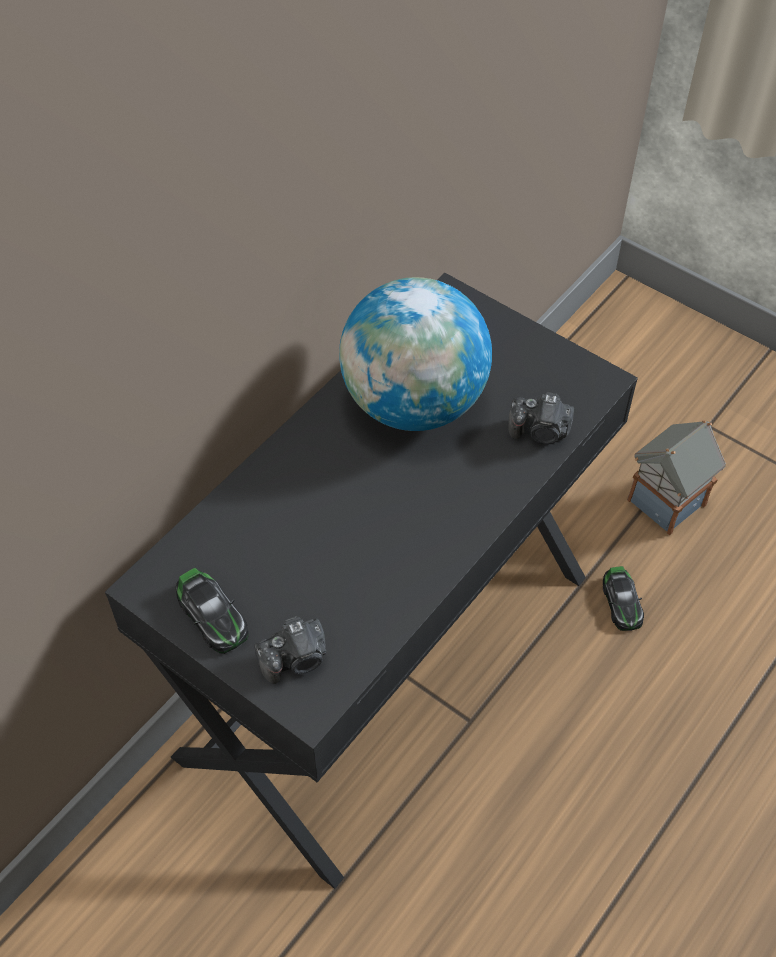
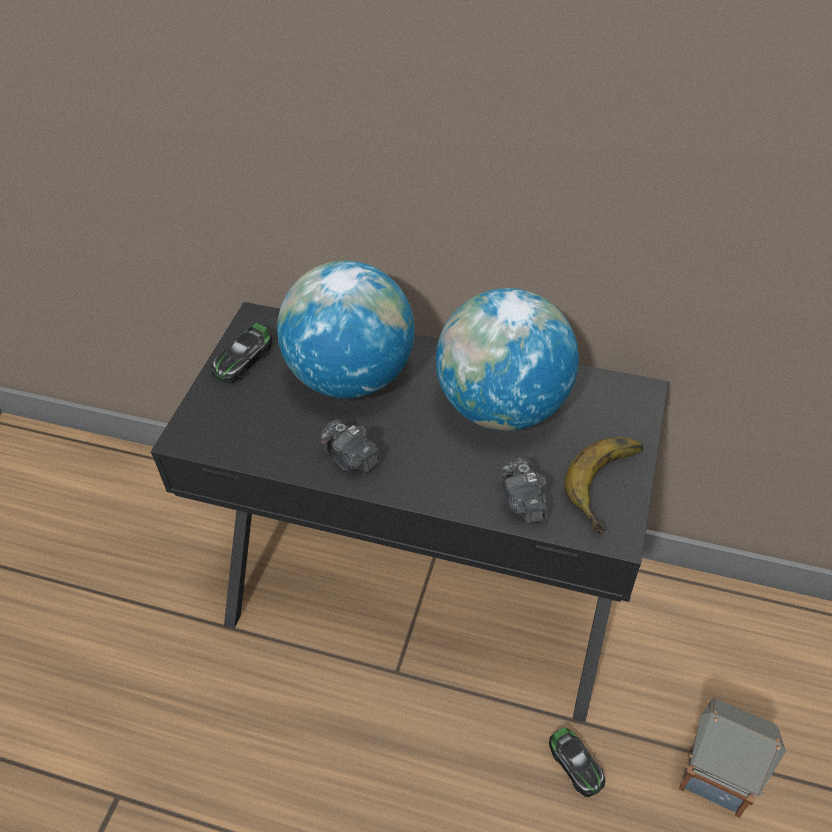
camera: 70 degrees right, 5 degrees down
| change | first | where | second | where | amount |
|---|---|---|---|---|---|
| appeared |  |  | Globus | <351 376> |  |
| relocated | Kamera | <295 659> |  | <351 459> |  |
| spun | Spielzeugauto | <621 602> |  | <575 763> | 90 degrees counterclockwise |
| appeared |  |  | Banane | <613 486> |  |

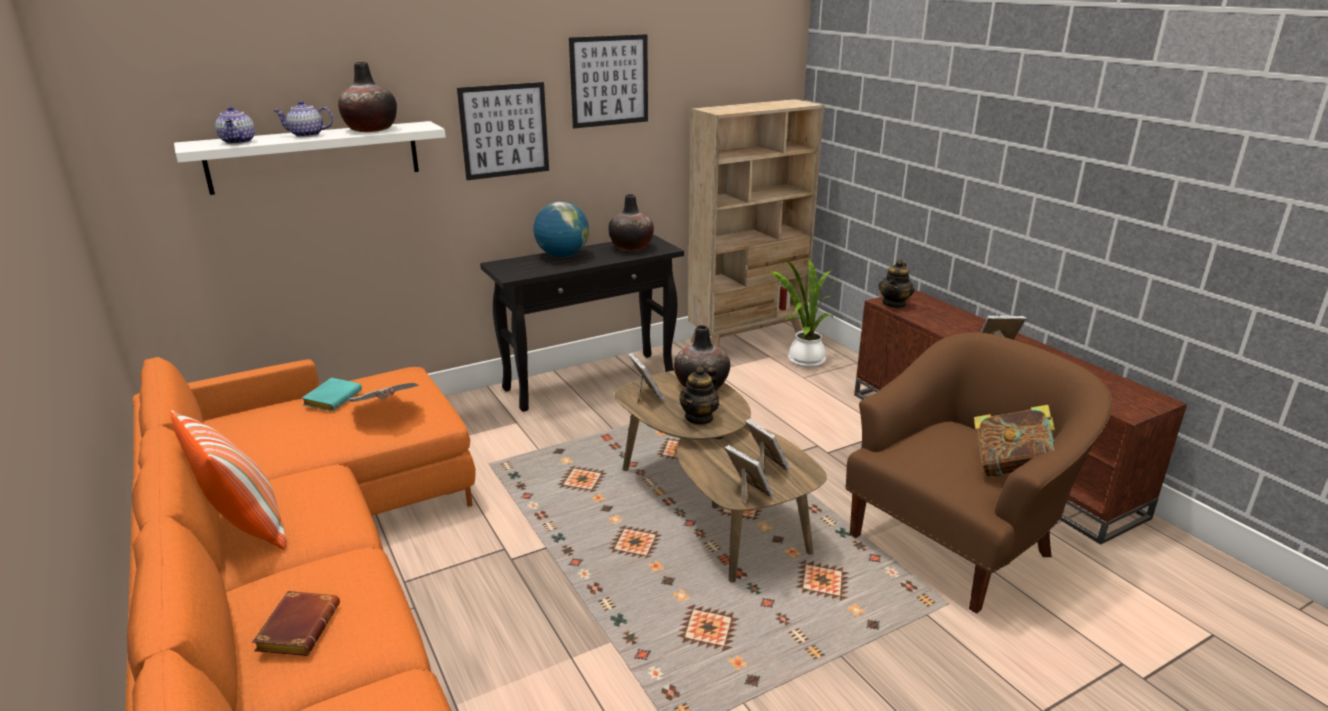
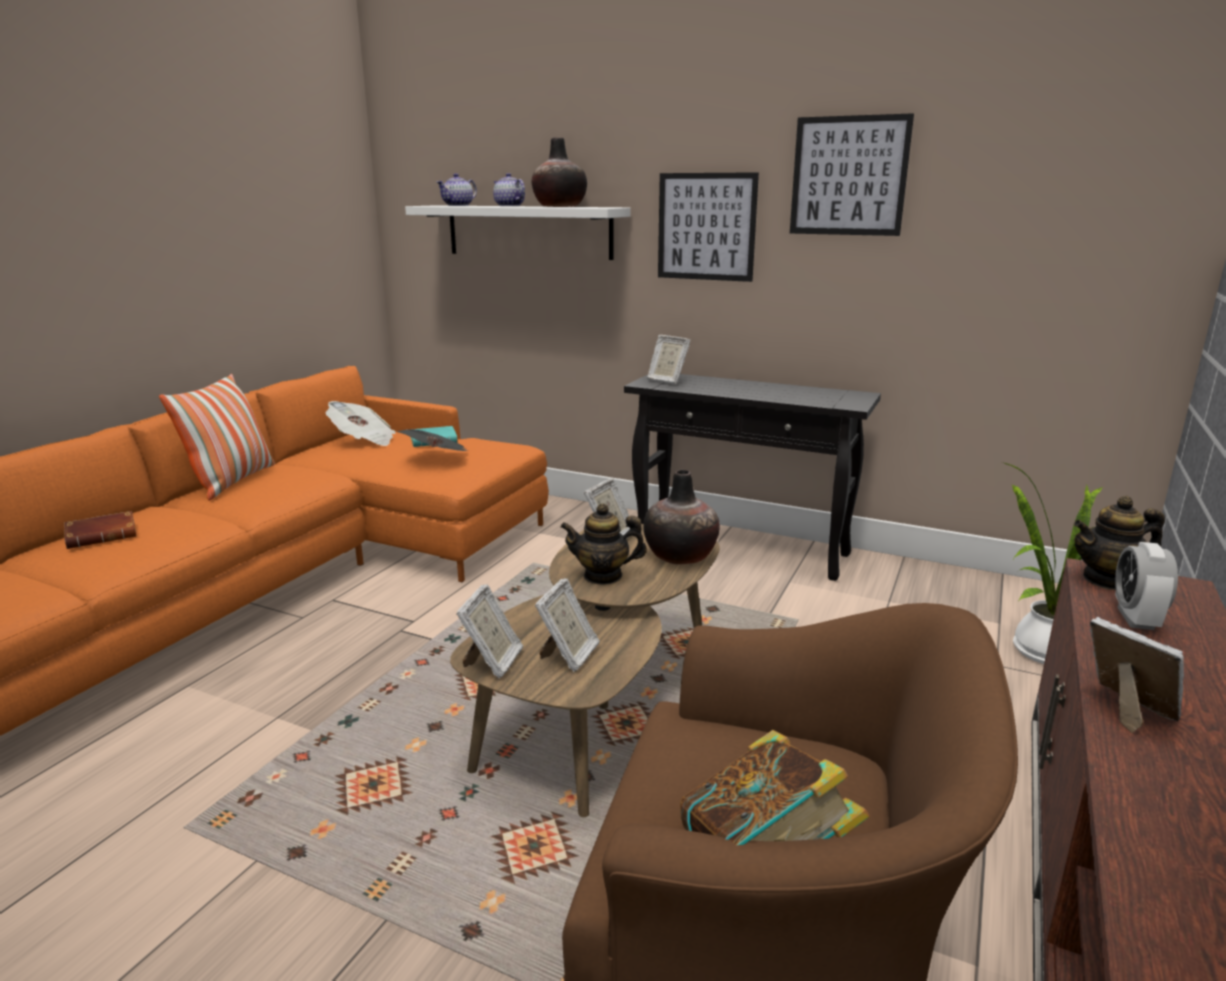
camera: 55 degrees right, 5 degrees down
| change | first | where | second | where | amount |
|---|---|---|---|---|---|
| appeared |  |  | Zeitung | <363 440> |  |
| appeared |  |  | Bilderrahmen | <666 381> |  |
| appeared |  |  | Wecker | <1135 618> |  |
| missing | Globus | <562 256> |  |  |  |
| missing | Vase | <631 247> |  |  |  |
| missing | Bücherregal (beige) | <748 338> |  |  |  |

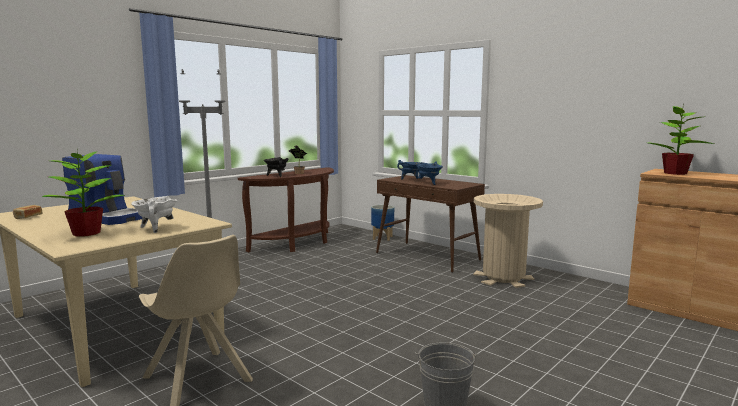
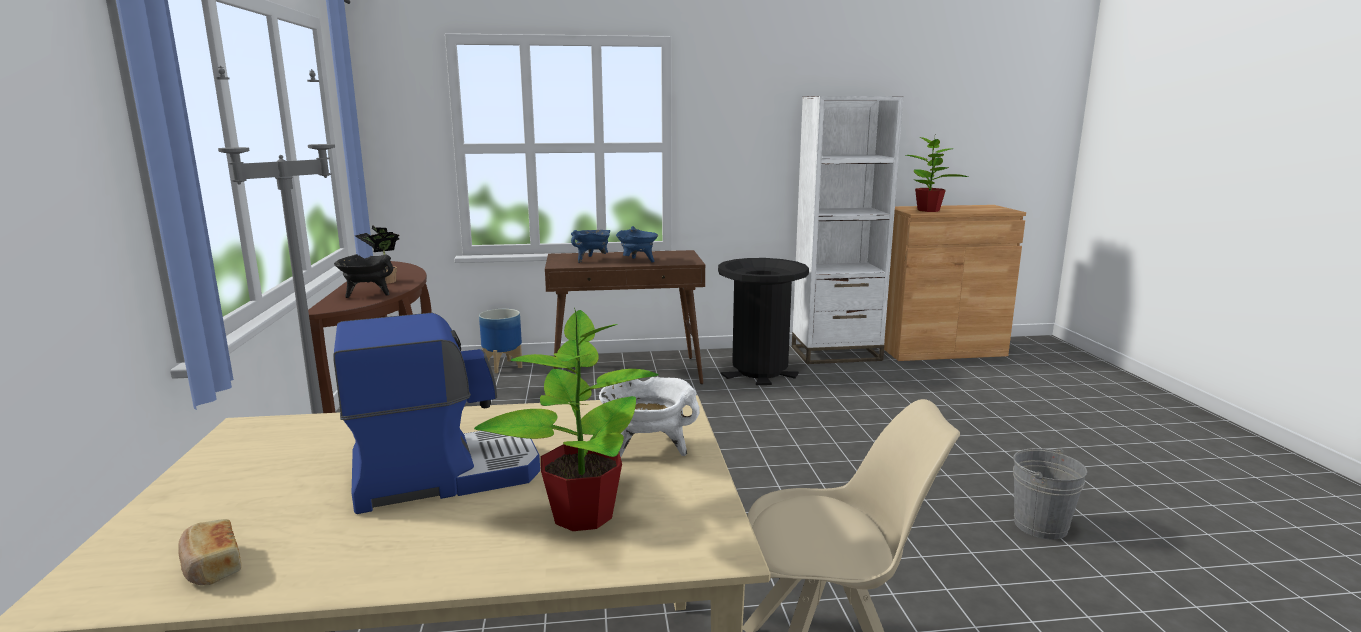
camera: 50 degrees left, 5 degrees up
| change | first | where | second | where | amount |
|---|---|---|---|---|---|
| colour | Mülleimer (beige) | <503 277> | Mülleimer (schwarz) | <759 371> |  |
| appeared |  |  | Bücherregal (weiß) | <836 353> |  |

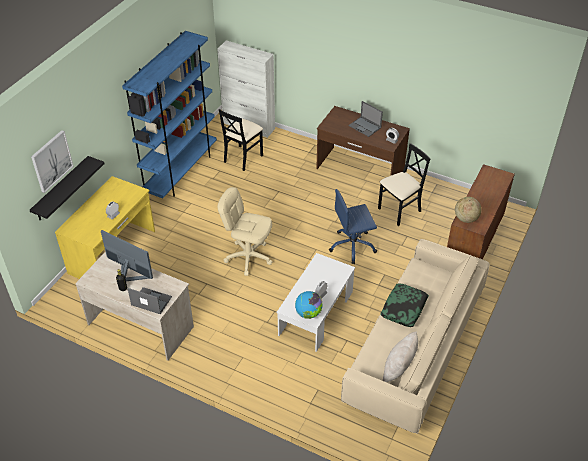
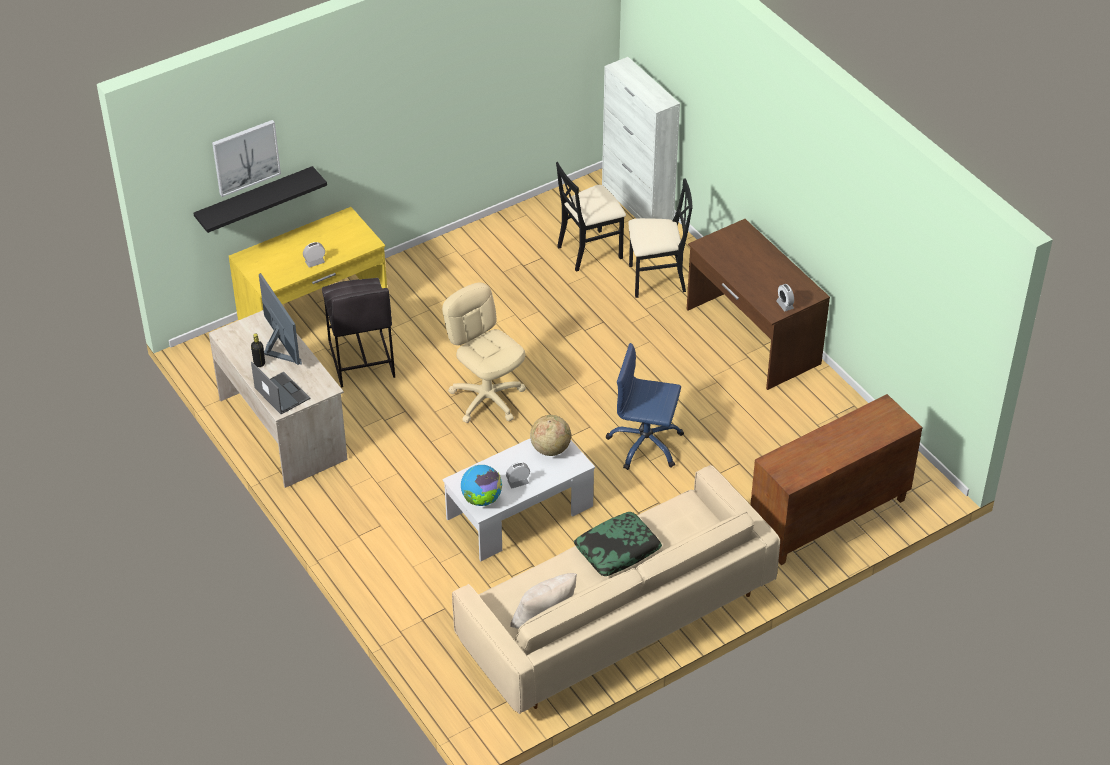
camera: 30 degrees right, 0 degrees up
| change | first | where | second | where | amount |
|---|---|---|---|---|---|
| appeared |  |  | Hocker (grau) | <360 360> |  |
| relocated | Globus | <466 218> |  | <550 449> |  |
| relocated | Stuhl (schwarz) | <399 211> |  | <656 279> |  |
| missing | Bücherregal (blau) | <181 172> |  |  |  |
| missing | Laptop | <365 127> |  |  |  |

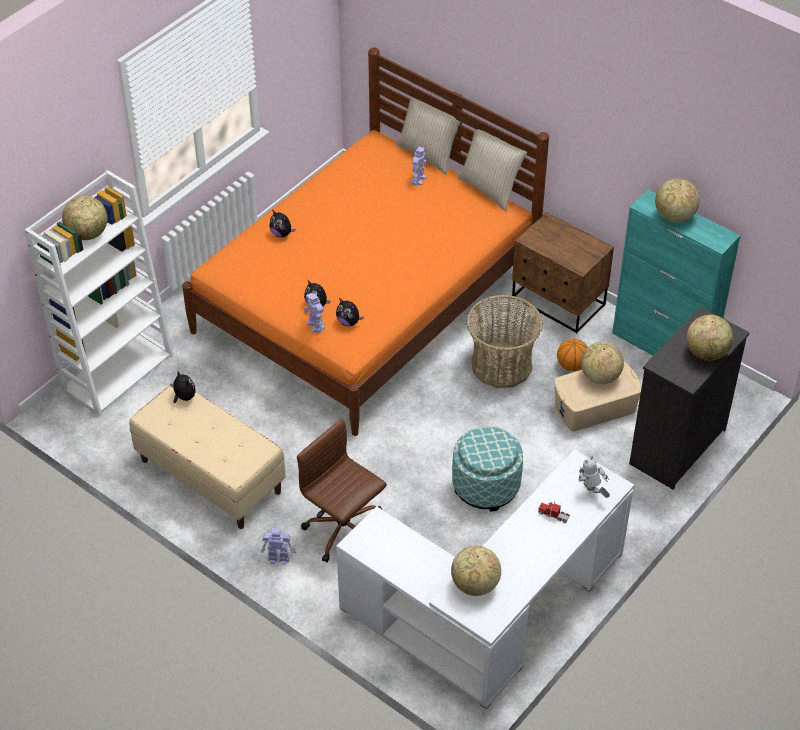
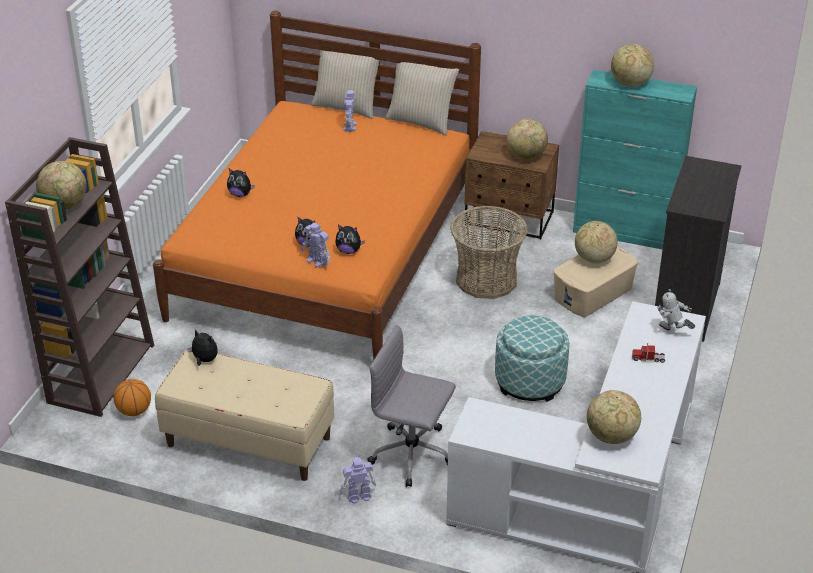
camera: 20 degrees left, 10 degrees down
| change | first | where | second | where | amount |
|---|---|---|---|---|---|
| colour | Bücherregal (weiß) | <117 371> | Bücherregal (braun) | <101 372> |  |
| relocated | Basketball | <572 366> |  | <134 411> |  |
| colour | Bürostuhl (braun) | <344 530> | Bürostuhl (grau) | <413 454> |  |
| relocated | Globus | <706 353> |  | <526 156> |  |

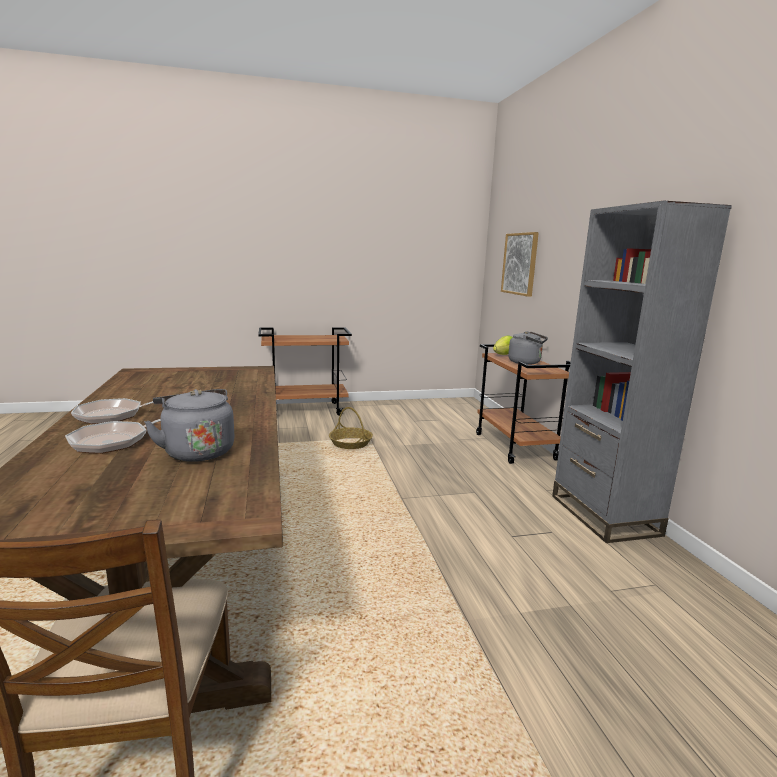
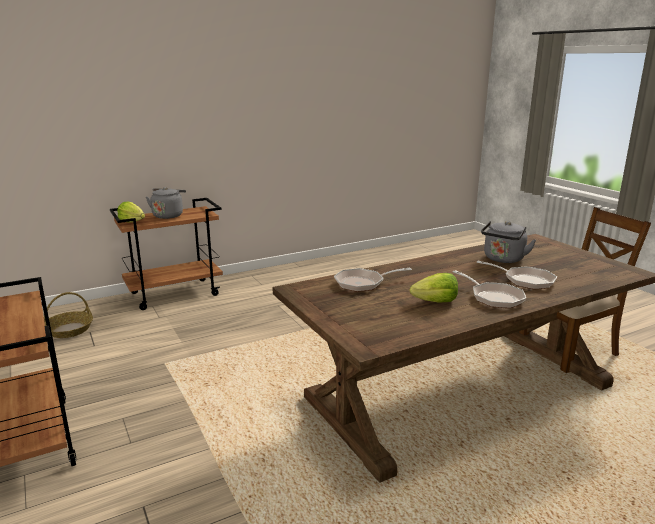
camera: 105 degrees left, 5 degrees up
| change | first | where | second | where | amount |
|---|---|---|---|---|---|
| relocated | Korb | <351 443> |  | <69 330> |  |
| appeared |  |  | Pfanne | <363 283> |  |
| appeared |  |  | Salatkopf | <435 302> |  |
| missing | Bild | <520 264> |  |  |  |
| missing | Bücherregal (grau) | <604 515> |  |  |  |

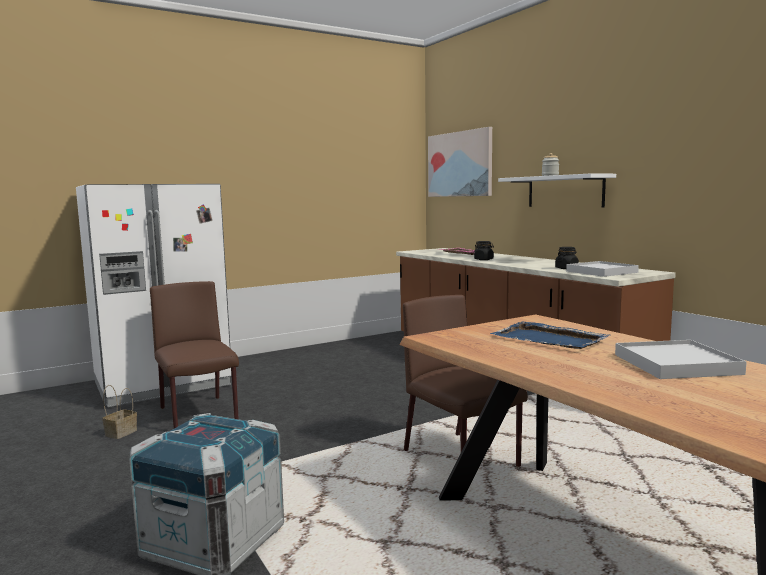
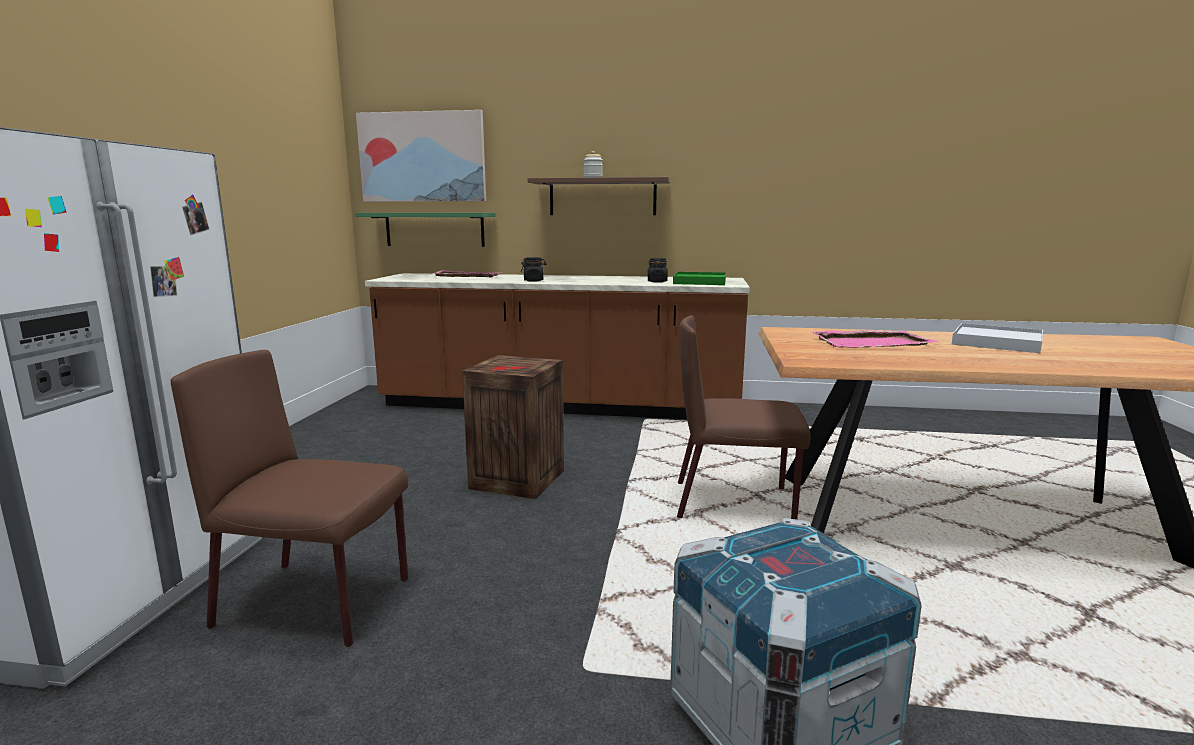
camera: 50 degrees left, 5 degrees up
| change | first | where | second | where | amount |
|---|---|---|---|---|---|
| appeared |  |  | Wandregal (grün) | <434 229> |  |
| appeared |  |  | Kiste | <518 480> |  |
| colour | Wandregal (weiß) | <565 191> | Wandregal (braun) | <602 197> |  |
| colour | Tablett (weiß) | <601 272> | Tablett (grün) | <699 282> |  |
| colour | Tablett (blau) | <550 339> | Tablett (rosa) | <872 343> |  |
| missing | Korb | <121 432> |  |  |  |

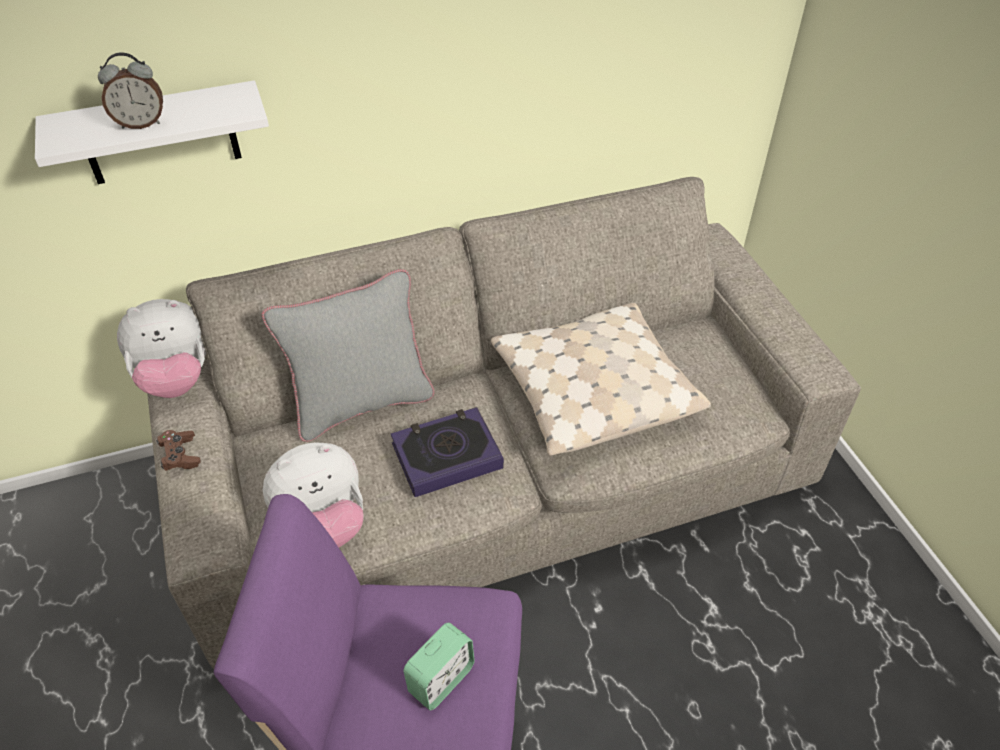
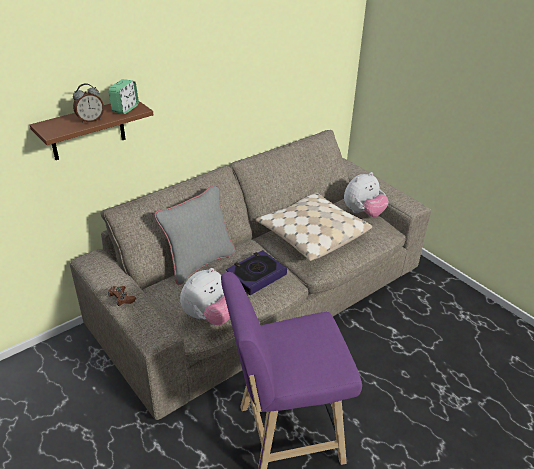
camera: 20 degrees left, 10 degrees down
| change | first | where | second | where | amount |
|---|---|---|---|---|---|
| colour | Wandregal (weiß) | <159 134> | Wandregal (braun) | <87 130> |  |
| relocated | Wecker | <441 679> |  | <125 109> |  |
| relocated | Plüschtier | <177 379> |  | <363 213> |  |

